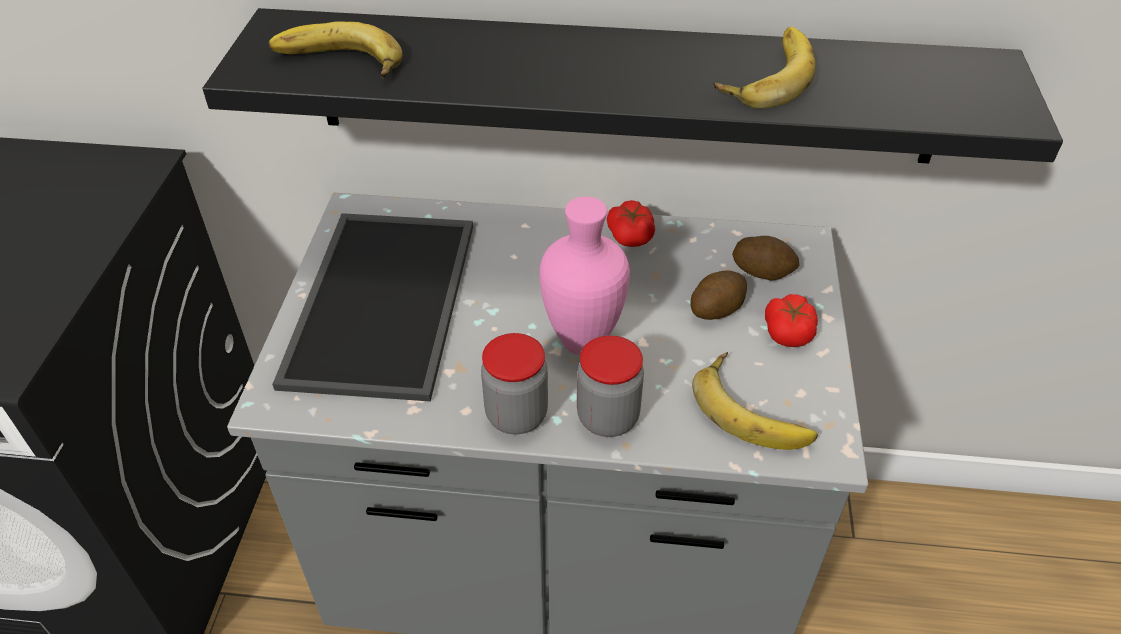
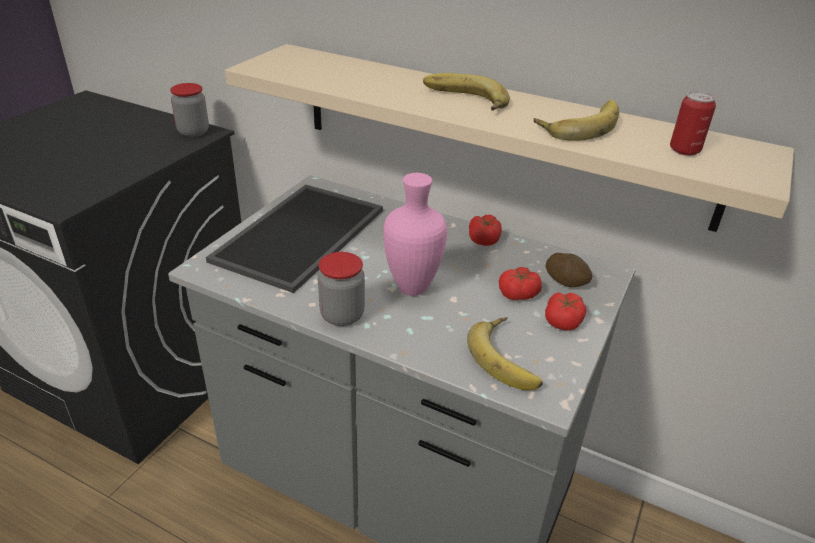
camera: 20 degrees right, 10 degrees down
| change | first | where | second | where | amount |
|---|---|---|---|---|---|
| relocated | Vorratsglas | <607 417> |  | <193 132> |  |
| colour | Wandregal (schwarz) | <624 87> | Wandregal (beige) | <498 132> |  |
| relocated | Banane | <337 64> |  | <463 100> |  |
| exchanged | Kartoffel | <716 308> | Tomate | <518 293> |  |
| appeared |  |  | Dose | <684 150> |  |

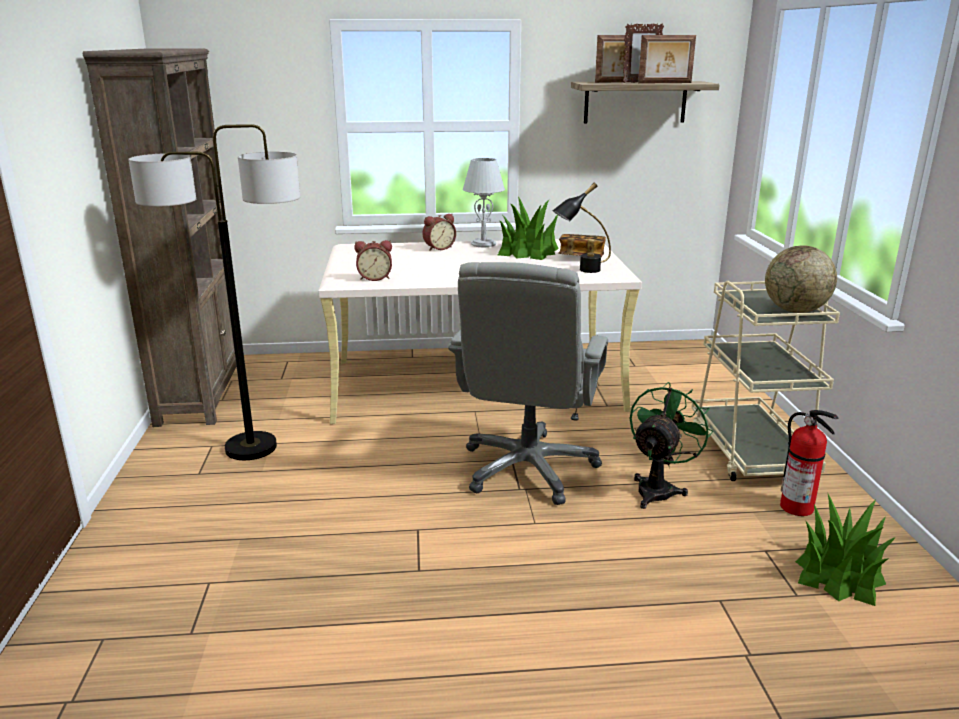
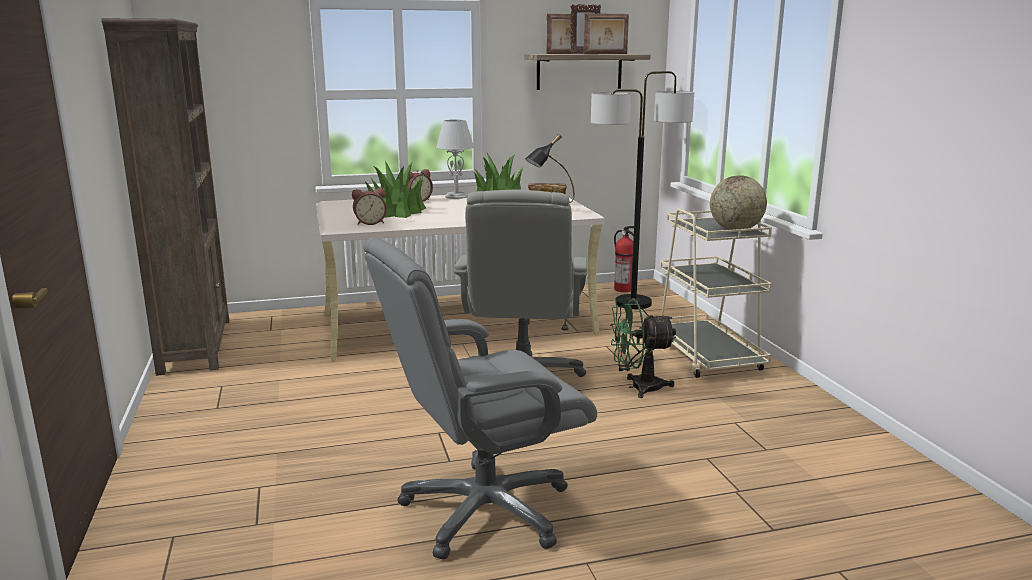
camera: 10 degrees left, 5 degrees down
| change | first | where | second | where | amount |
|---|---|---|---|---|---|
| appeared |  |  | Bürostuhl (grau) | <484 511> |  |
| relocated | Topfpflanze | <839 573> |  | <396 211> |  |
| relocated | Stehlampe | <251 447> |  | <633 303> |  |
| spun | Ventilator (grün) | <658 488> |  | <638 387> | 120 degrees counterclockwise |
| relocated | Feuerlöscher | <798 507> |  | <624 289> |  |

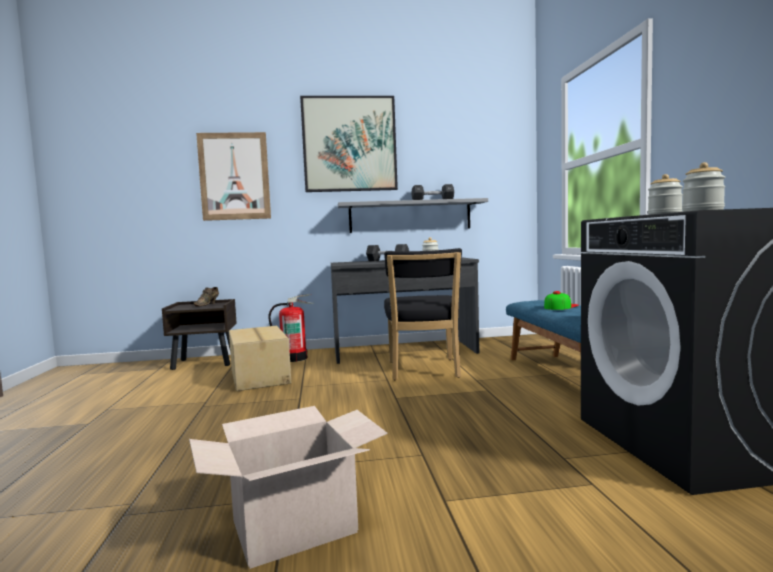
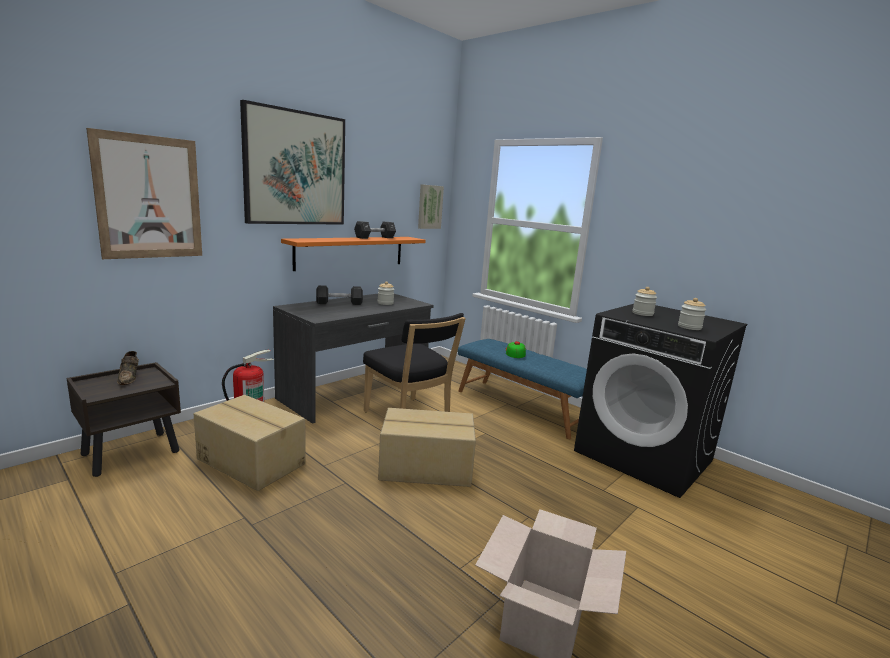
camera: 40 degrees left, 10 degrees up
| change | first | where | second | where | amount |
|---|---|---|---|---|---|
| colour | Wandregal (grau) | <410 216> | Wandregal (orange) | <351 252> |  |
| appeared |  |  | Karton | <426 468> |  |
| appeared |  |  | Bild | <429 207> |  |

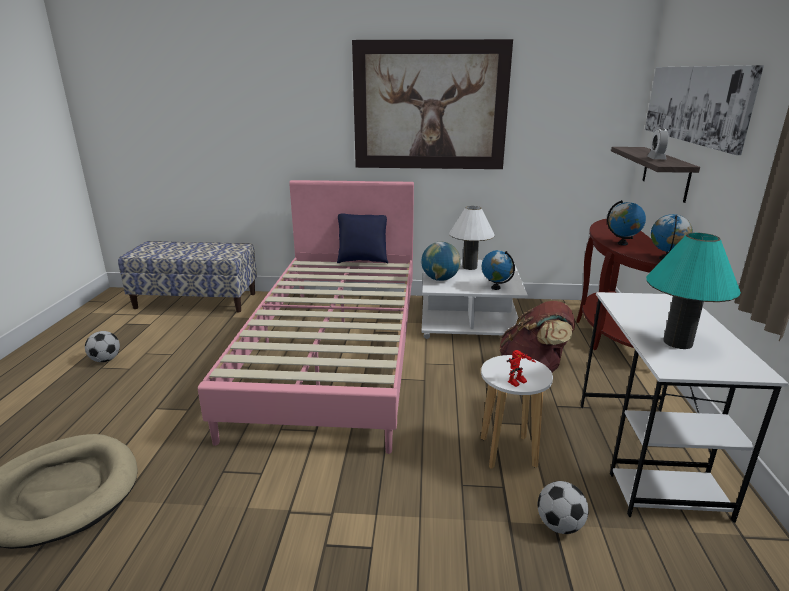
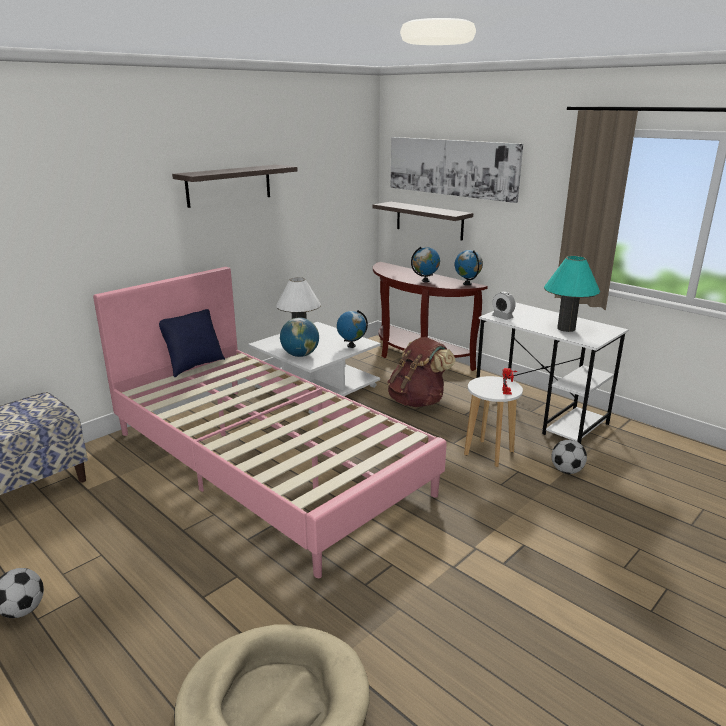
camera: 50 degrees left, 0 degrees up
| change | first | where | second | where | amount |
|---|---|---|---|---|---|
| exchanged | Bild | <430 106> | Wandregal | <229 185> |  |
| relocated | Wecker | <656 158> |  | <502 317> |  |

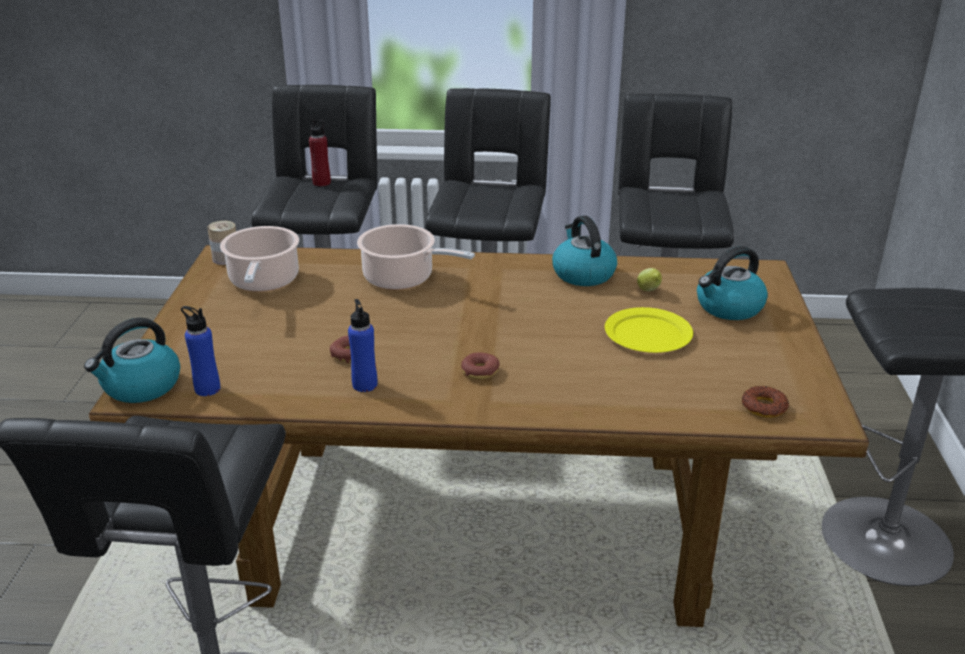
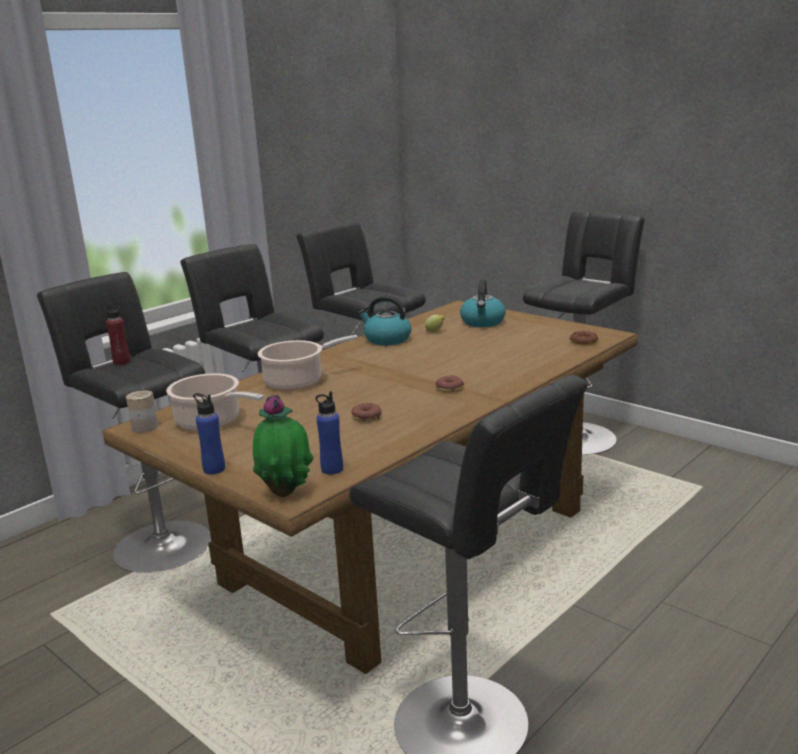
camera: 50 degrees left, 10 degrees down
| change | first | where | second | where | amount |
|---|---|---|---|---|---|
| relocated | Flasche (blau) | <365 385> |  | <214 469> |  |
| exchanged | Wasserkessel | <141 386> | Topfpflanze | <286 492> |  |
| missing | Teller (gelb) | <647 334> |  |  |  |

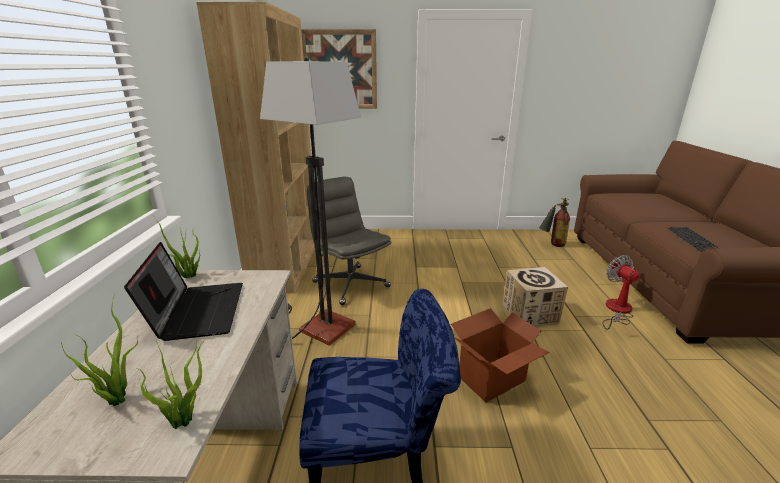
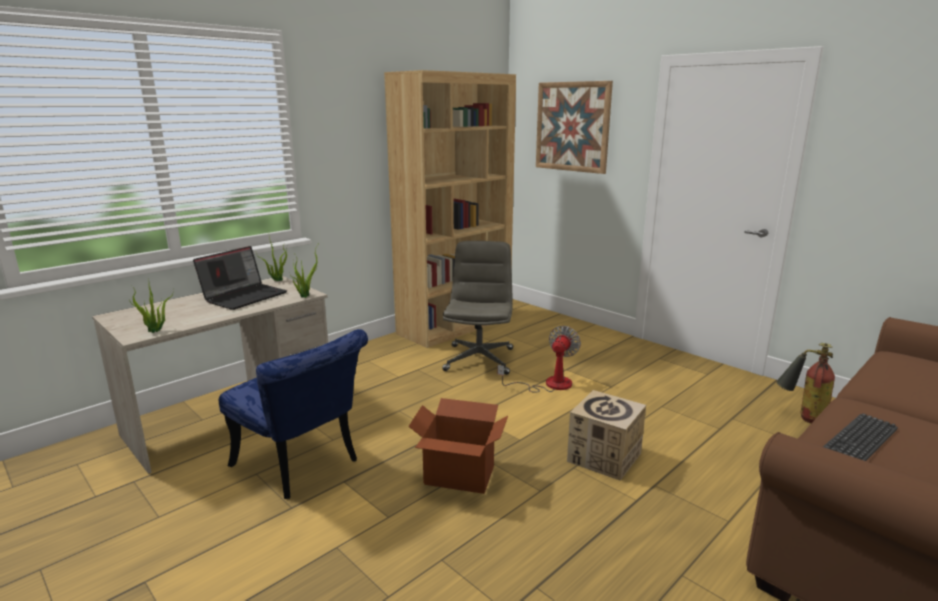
camera: 45 degrees right, 5 degrees down
| change | first | where | second | where | amount |
|---|---|---|---|---|---|
| relocated | Topfpflanze | <116 398> |  | <305 295> |  |
| relocated | Ventilator | <617 311> |  | <548 384> |  |
| missing | Stehlampe | <314 325> |  |  |  |

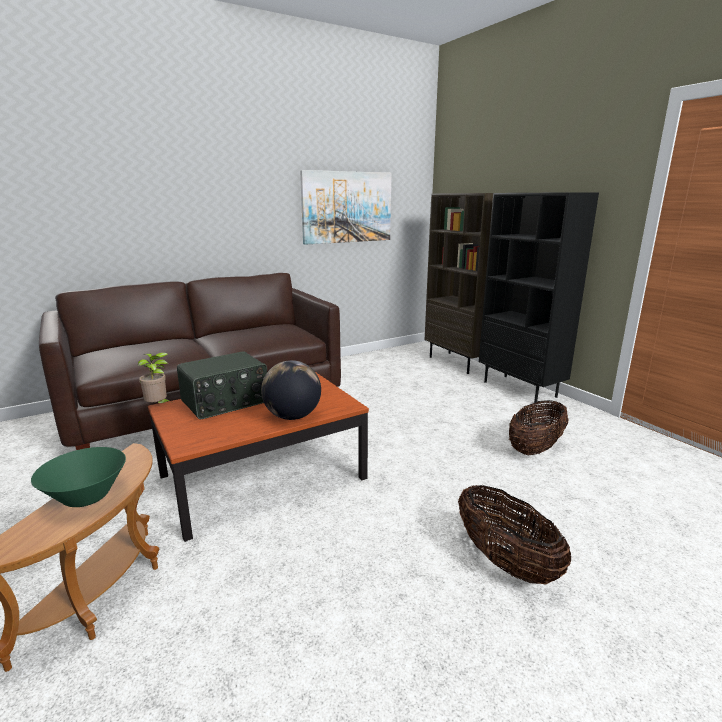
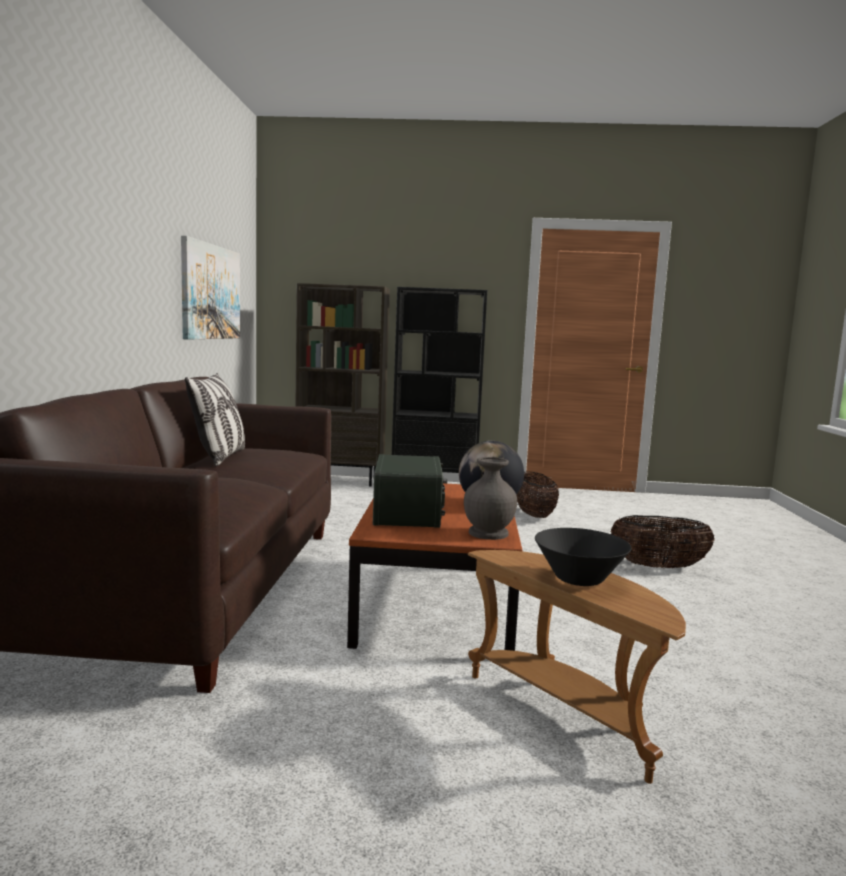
camera: 55 degrees left, 10 degrees down
| change | first | where | second | where | amount |
|---|---|---|---|---|---|
| appeared |  |  | Kissen | <219 457> |  |
| appeared |  |  | Vase (grau) | <487 533> |  |
| colour | Schüssel (grün) | <86 496> | Schüssel (schwarz) | <578 579> |  |
| missing | Topfpflanze | <158 406> |  |  |  |

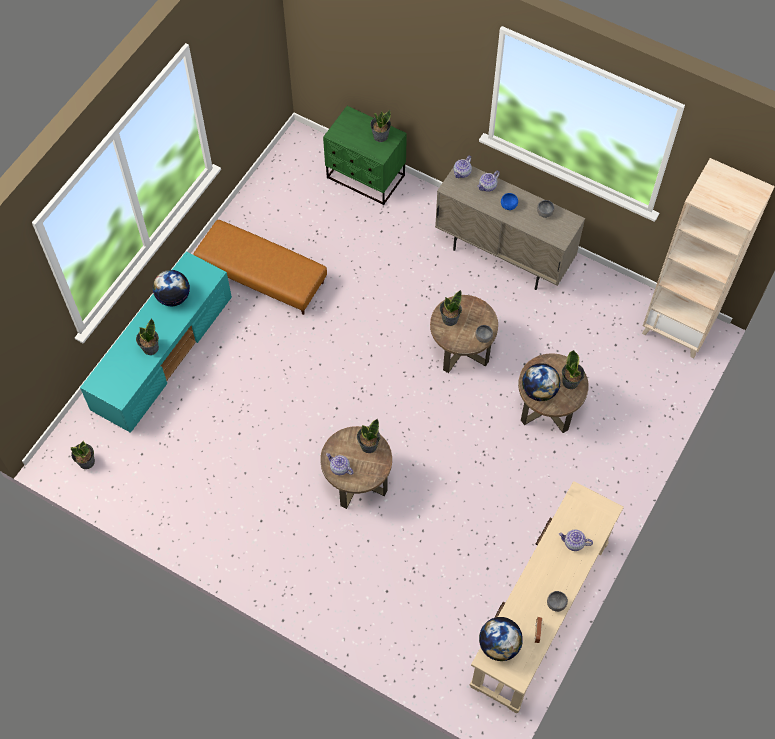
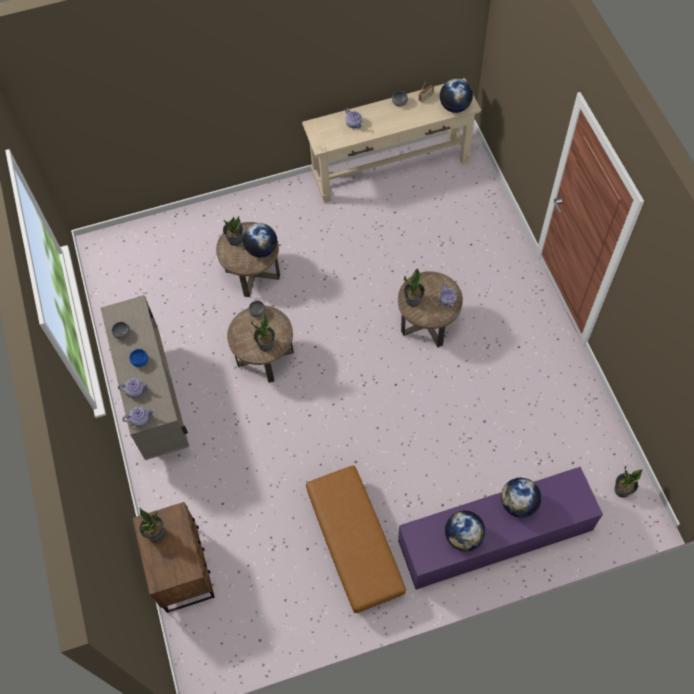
camera: 135 degrees left, 0 degrees up
| change | first | where | second | where | amount |
|---|---|---|---|---|---|
| colour | Nachttisch (grün) | <365 177> | Nachttisch (braun) | <183 568> |  |
| colour | Fernsehschrank (türkis) | <163 353> | Fernsehschrank (lila) | <494 538> |  |
| exchanged | Topfpflanze | <150 348> | Globus | <518 503> |  |
| missing | Bücherregal (beige) | <678 328> |  |  |  |

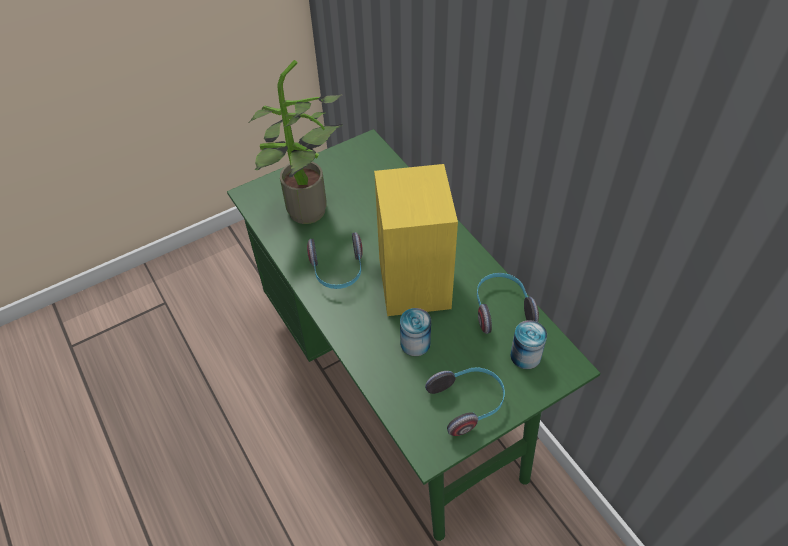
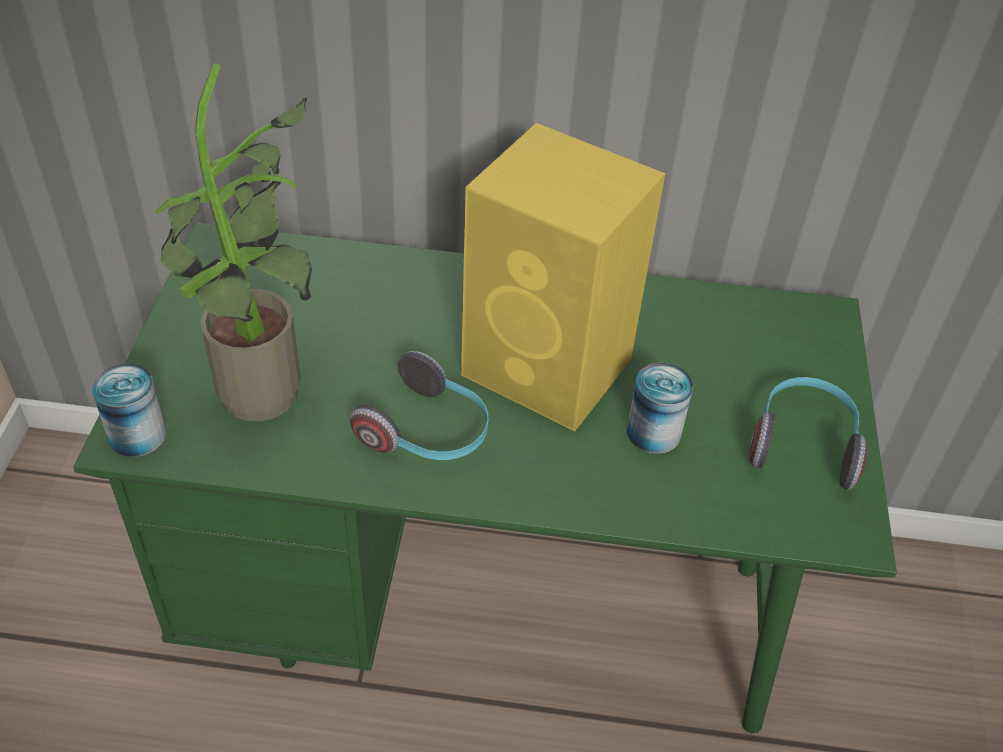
camera: 55 degrees left, 5 degrees down
| change | first | where | second | where | amount |
|---|---|---|---|---|---|
| relocated | Dose | <525 356> |  | <137 435> |  |
| missing | Kopfhörer | <501 309> |  |  |  |

